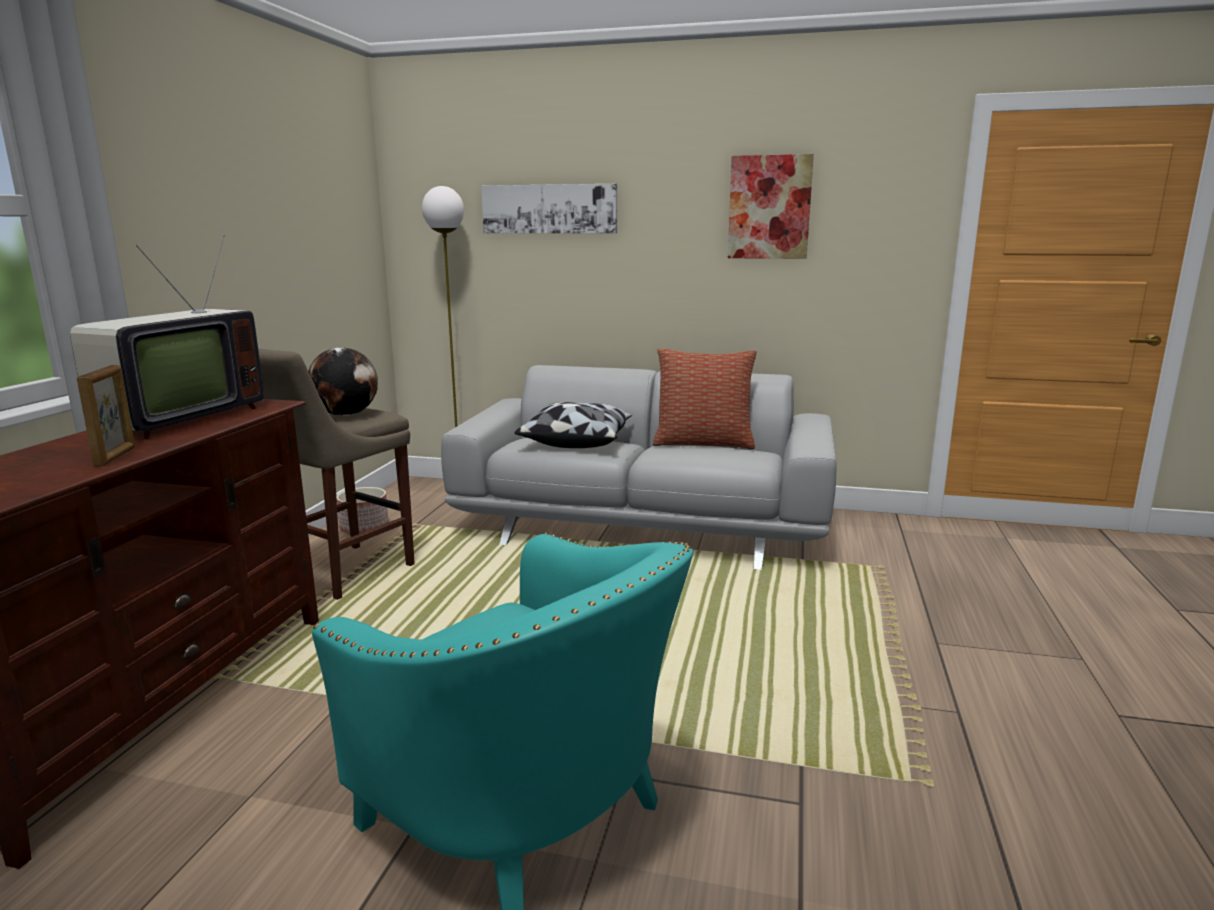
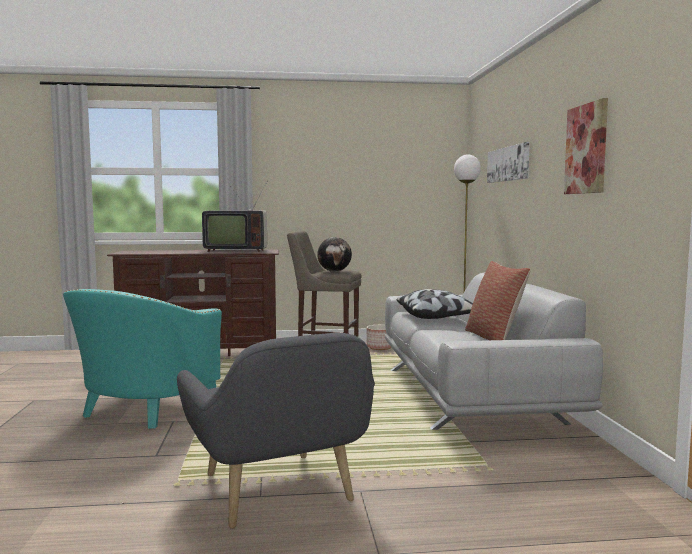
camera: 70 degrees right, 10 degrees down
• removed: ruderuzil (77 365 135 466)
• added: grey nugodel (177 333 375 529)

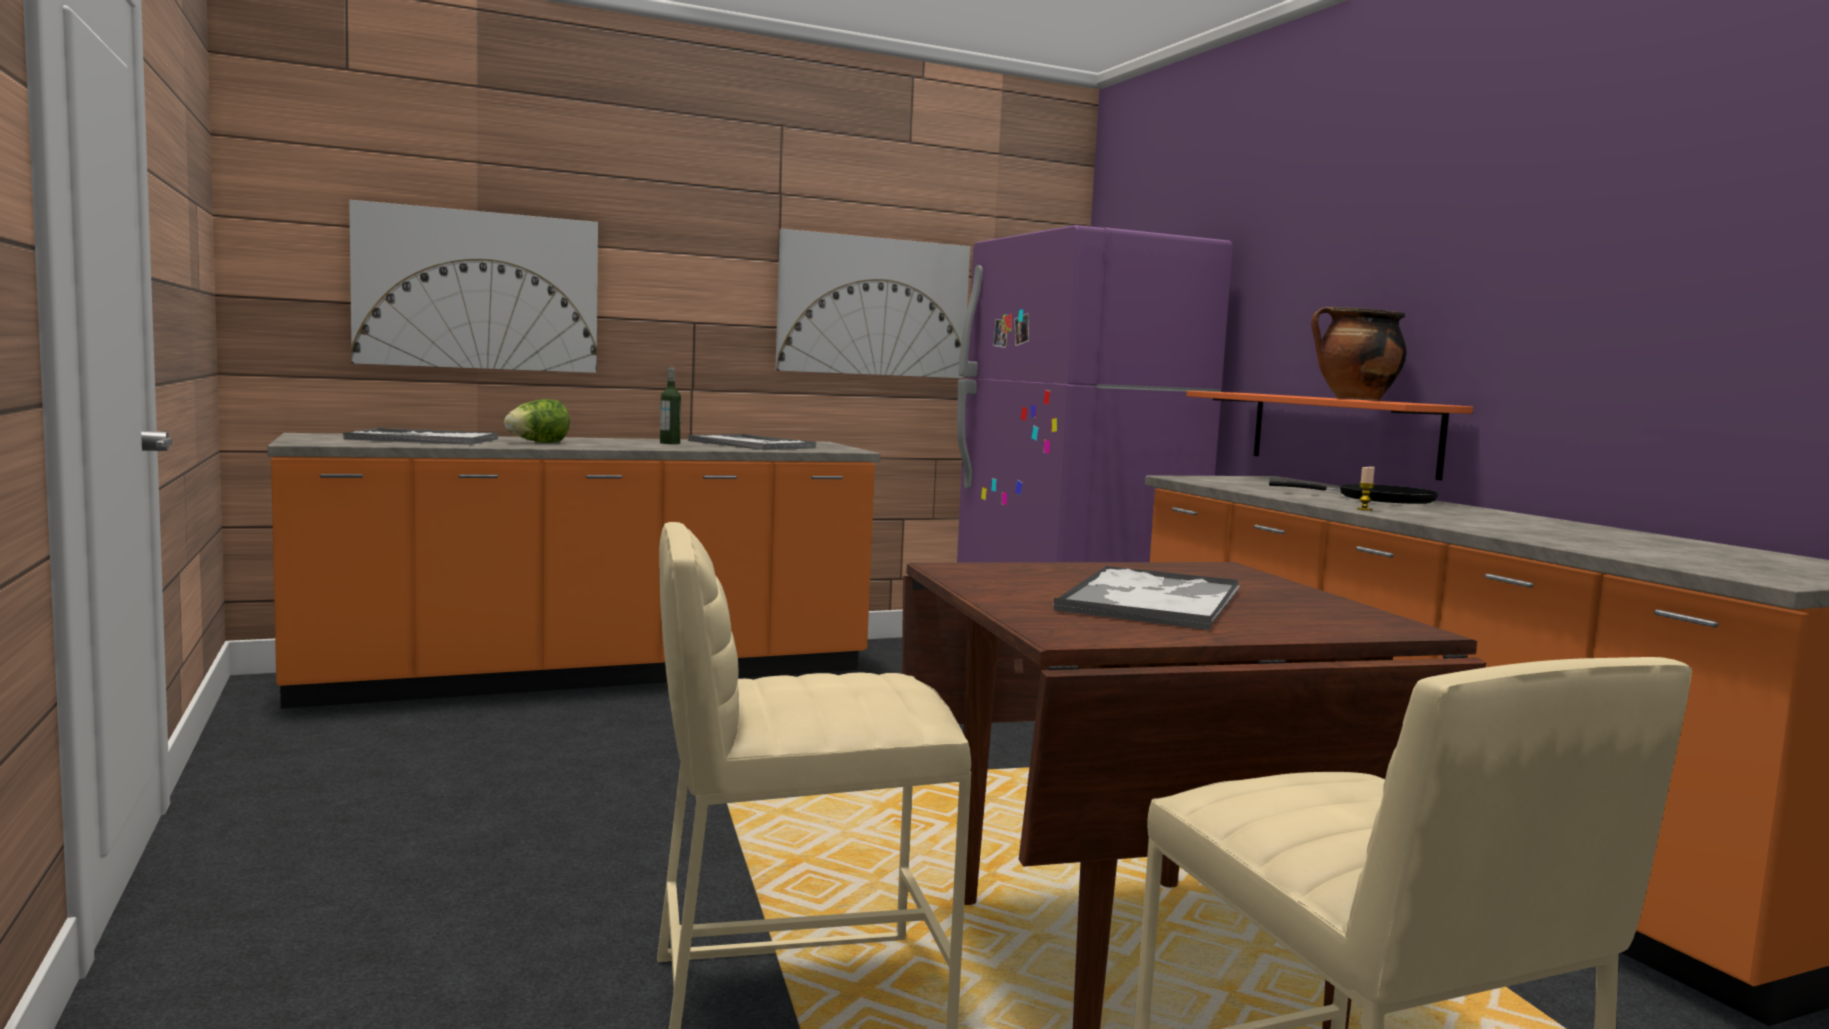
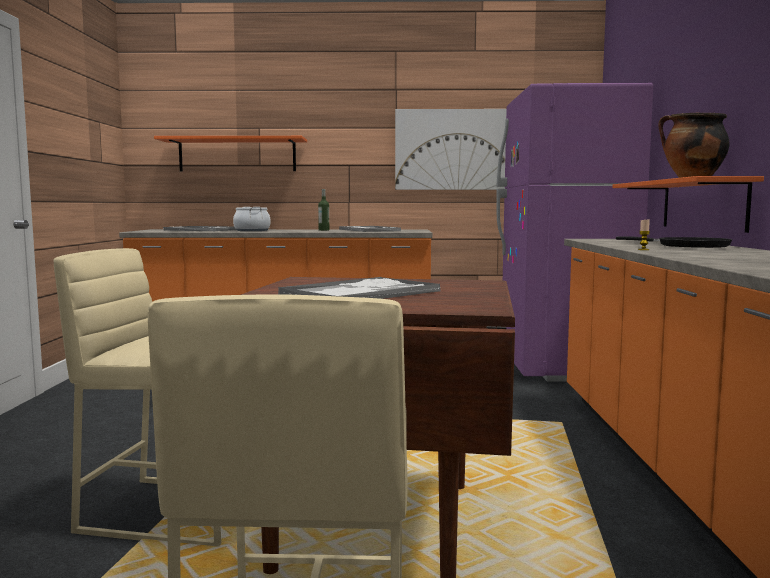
camera: 25 degrees right, 0 degrees up
• replaced: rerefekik (349 200 598 373) to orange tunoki (154 136 307 171)
• replaced: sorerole (504 399 570 443) to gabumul (233 207 271 231)

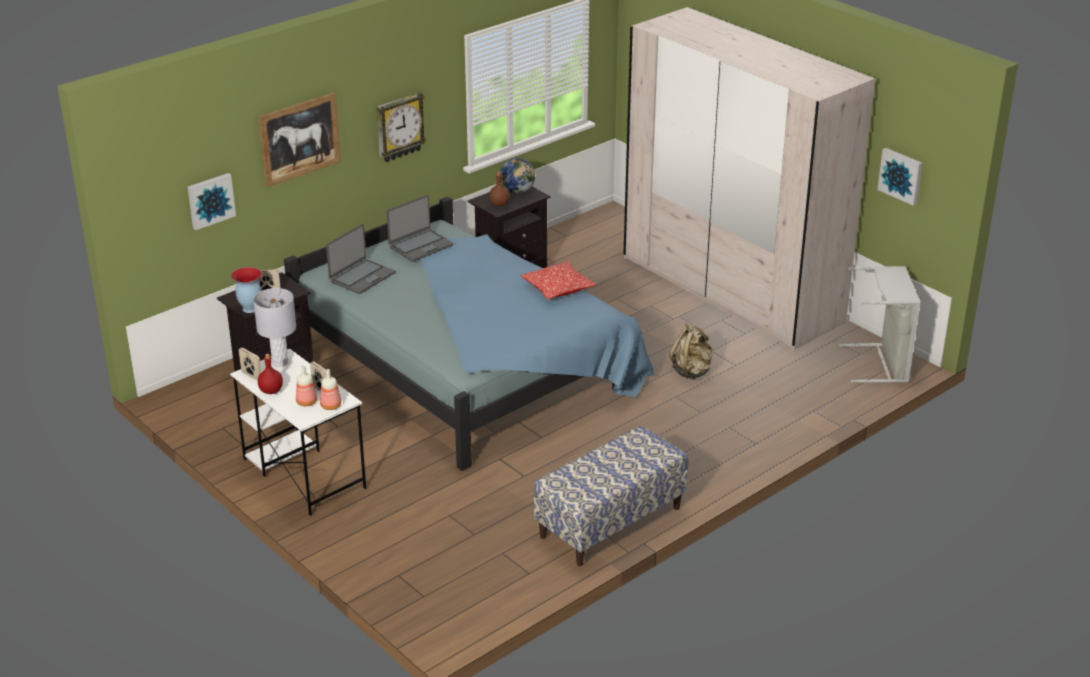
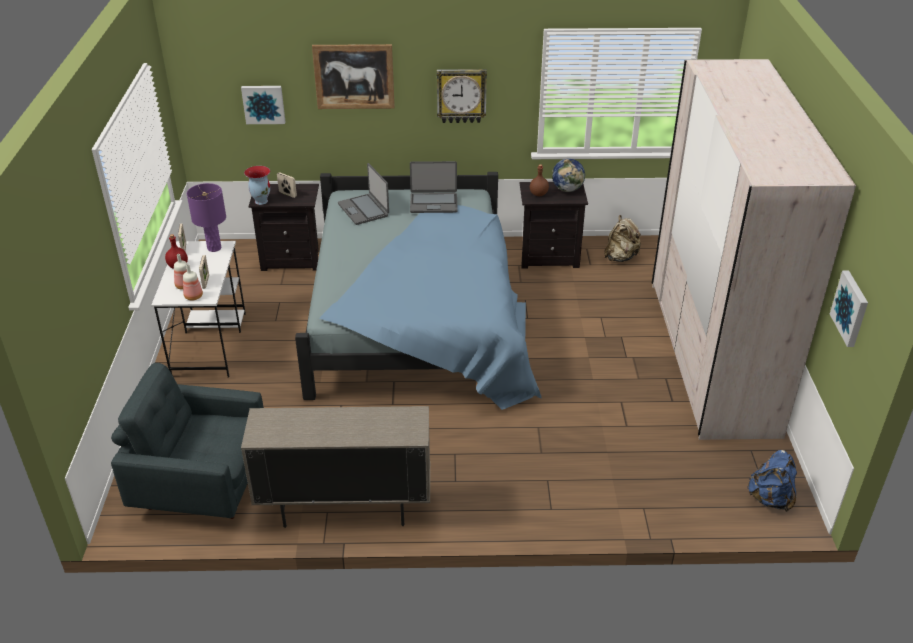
camera: 40 degrees right, 5 degrees up
• recoloured: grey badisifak (253 288 296 367) to purple badisifak (187 183 226 252)
• turned: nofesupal (326 224 395 294) = (338 163 389 225) 75 degrees clockwise
• removed: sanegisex (521 261 596 300)
• replaced: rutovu (534 426 688 566) to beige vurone (241 406 430 528)
• moved: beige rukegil (669 323 712 379) to (604 215 642 262)
• replaced: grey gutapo (839 266 921 383) to blue rukegil (747 450 797 512)
• added: grey nugodel (111 363 264 519)

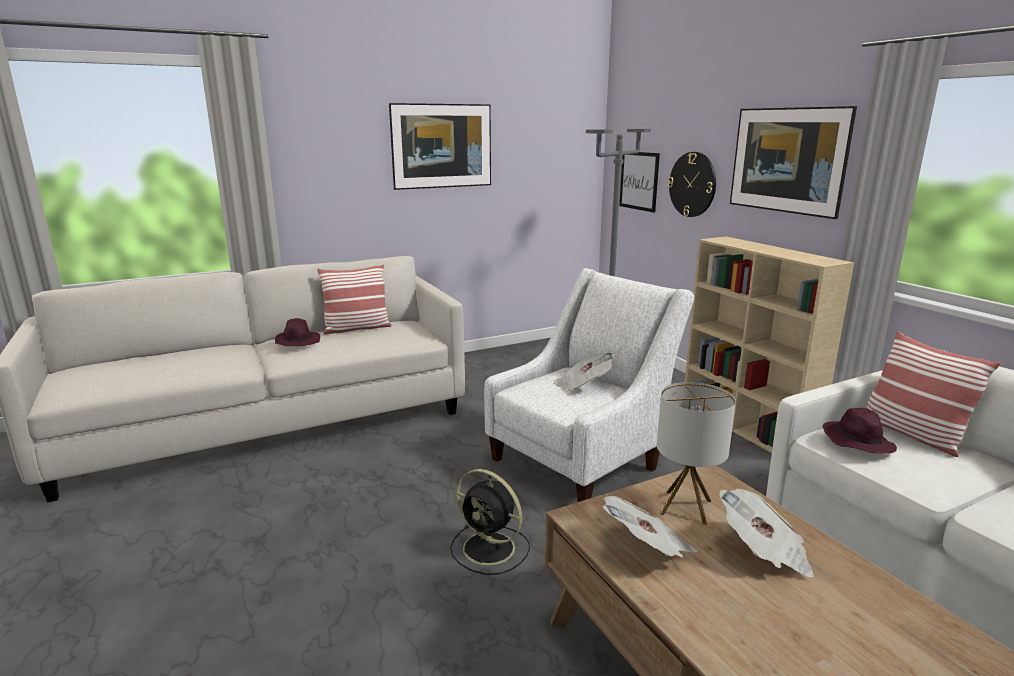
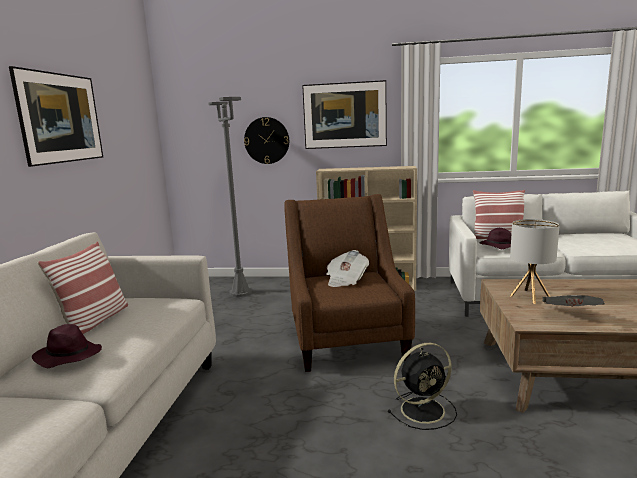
camera: 55 degrees left, 5 degrees down
• recoloured: white nugodel (484 268 694 502) to brown nugodel (284 194 415 372)
• removed: rerefekik (619 152 660 213)
• removed: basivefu (719 489 814 578)

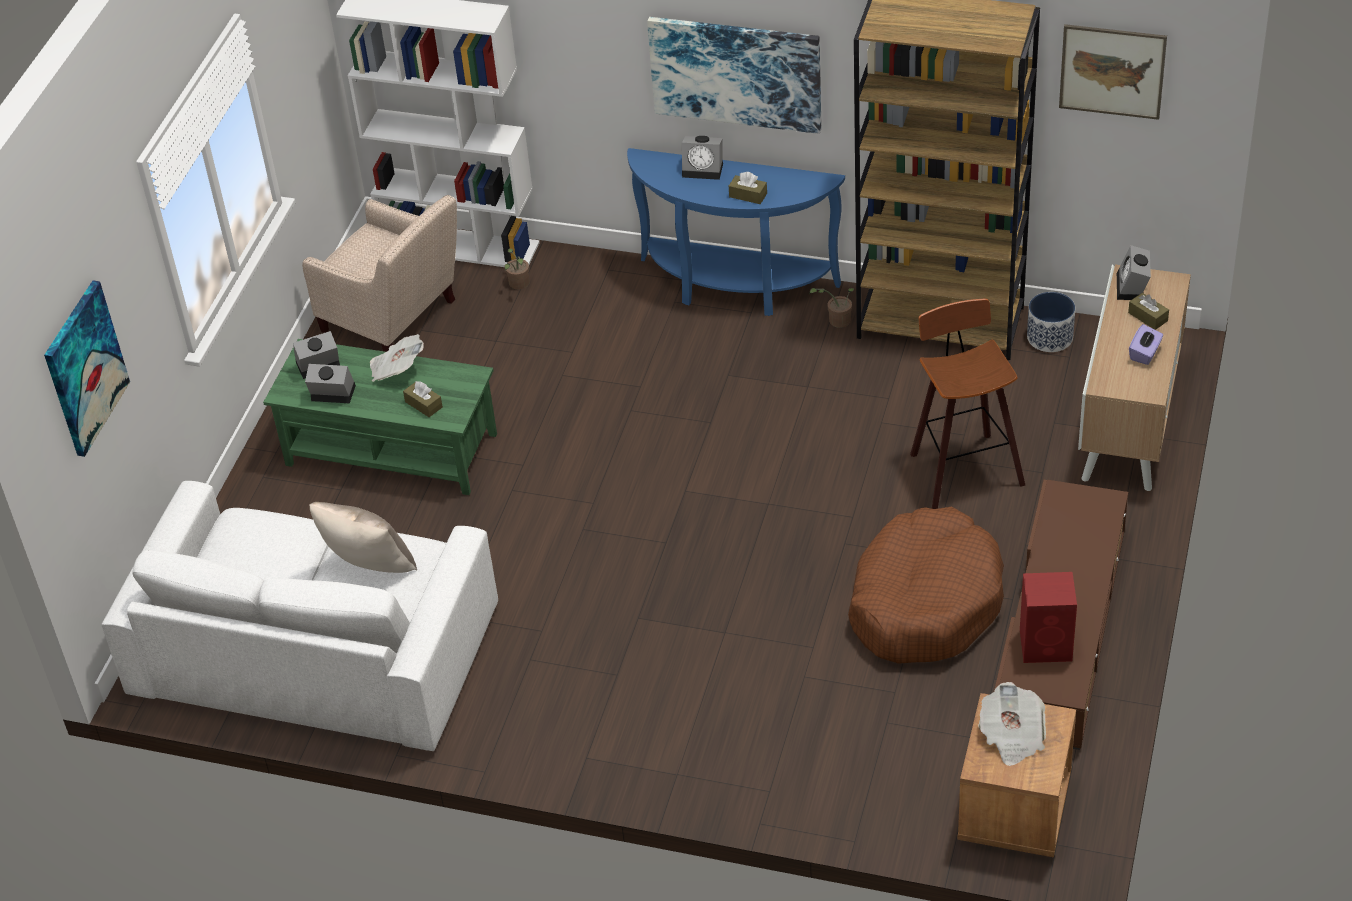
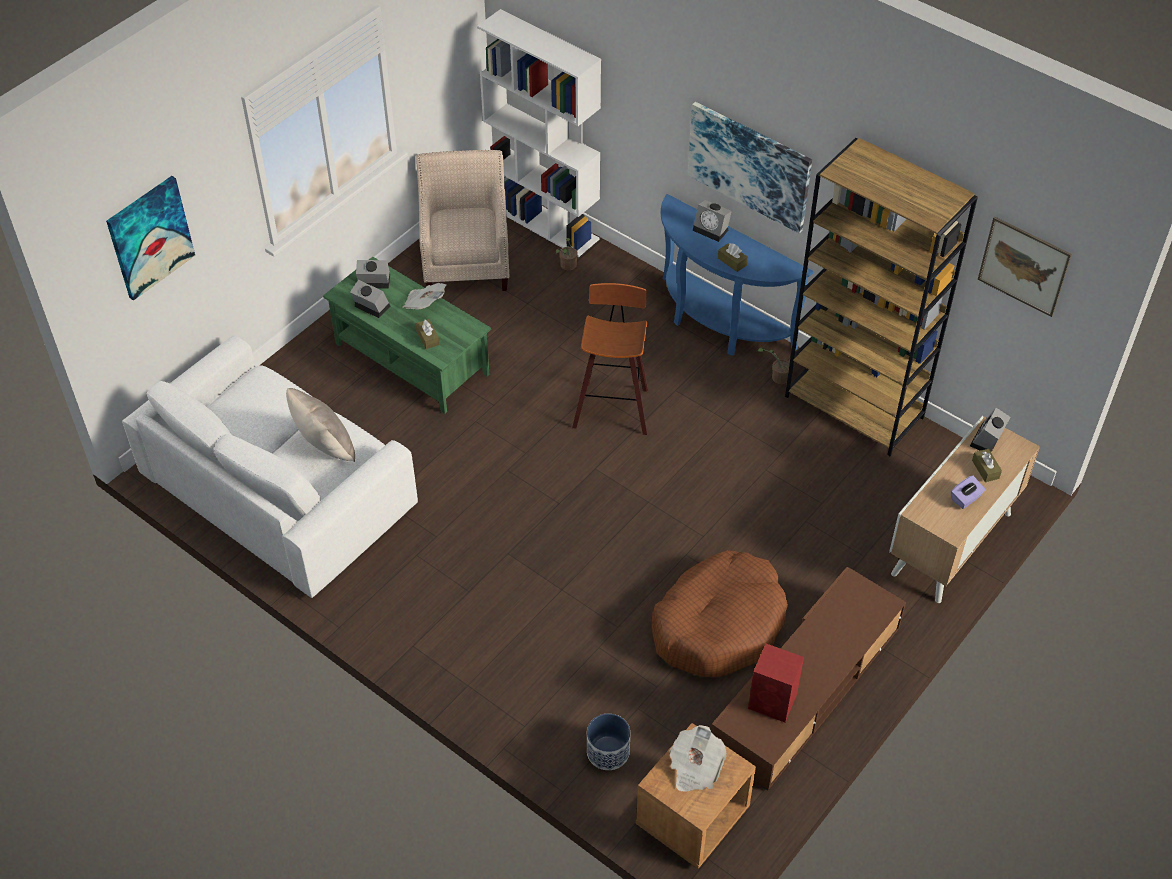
camera: 20 degrees right, 5 degrees up
• turned: beige nugodel (302 195 457 352) = (416 150 509 291) 150 degrees counterclockwise
• moved: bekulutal (910 299 1025 509) to (572 283 648 435)
• moved: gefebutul (1027 292 1075 352) to (587 714 630 770)

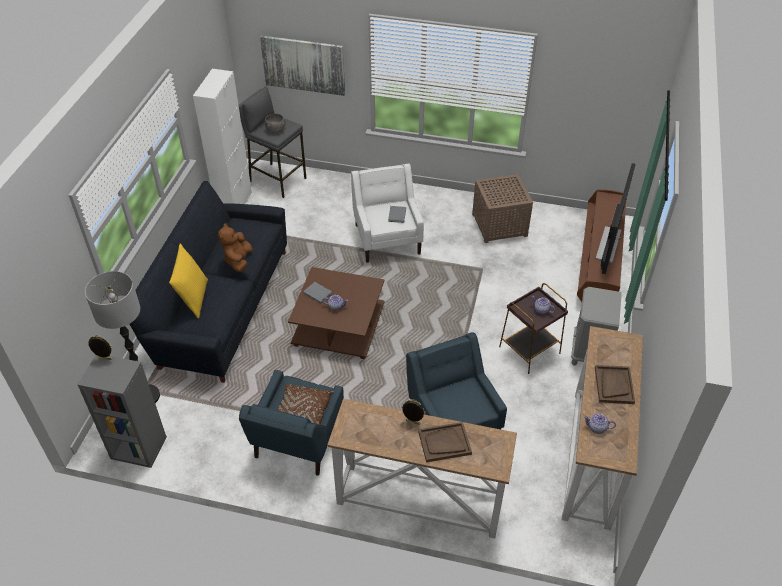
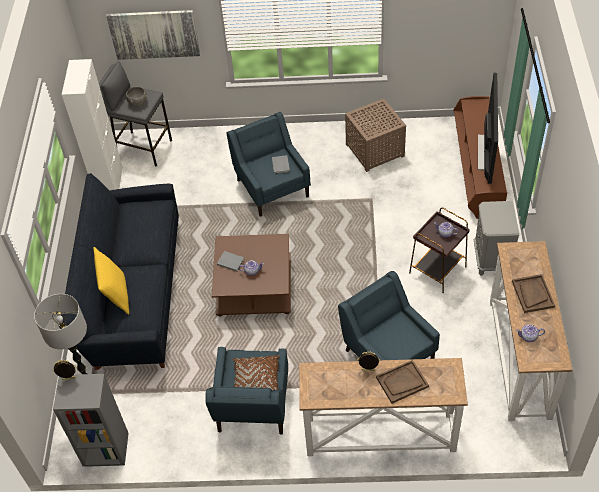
camera: 10 degrees left, 5 degrees up
• removed: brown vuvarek (218 223 253 272)
• recoloured: white nugodel (351 163 424 263) to blue nugodel (227 112 311 217)

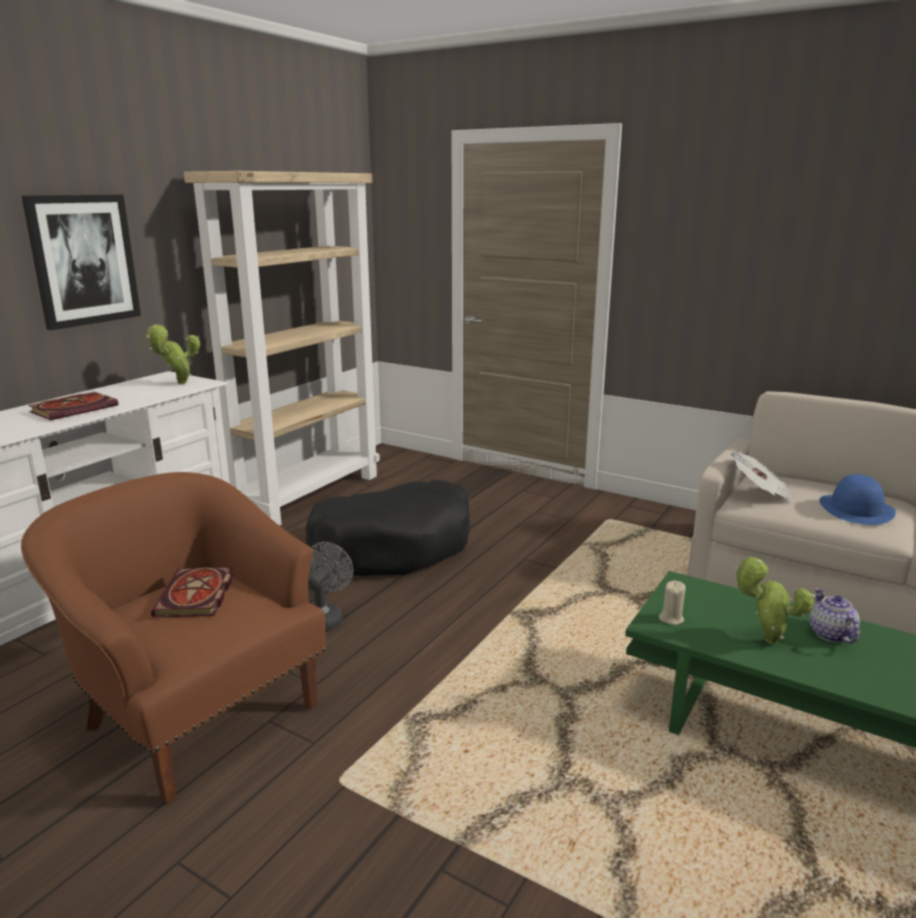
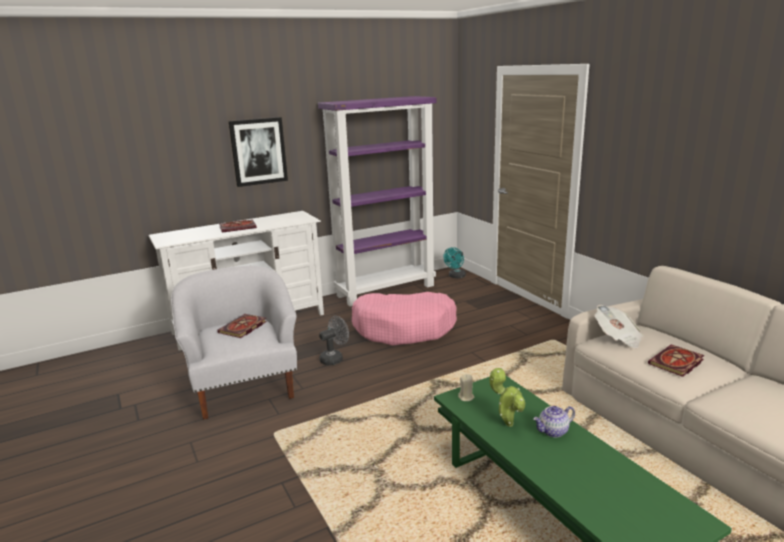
camera: 30 degrees right, 0 degrees up
• recoloured: brown nugodel (21 472 326 804) to white nugodel (171 266 298 419)
• removed: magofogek (146 324 200 384)
• recoloured: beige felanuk (184 171 380 526) to purple felanuk (318 96 437 307)
• recoloured: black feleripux (305 480 470 576) to pink feleripux (352 292 457 346)
• turned: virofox (809 588 860 643) = (533 406 575 437) 135 degrees counterclockwise
• replaced: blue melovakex (819 474 896 525) to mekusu (648 344 705 377)
• added: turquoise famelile (443 247 466 278)

